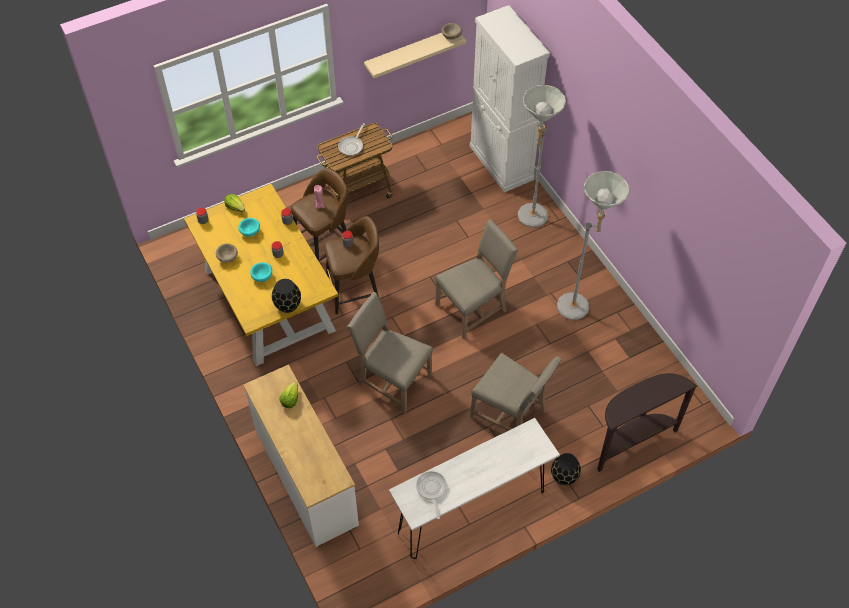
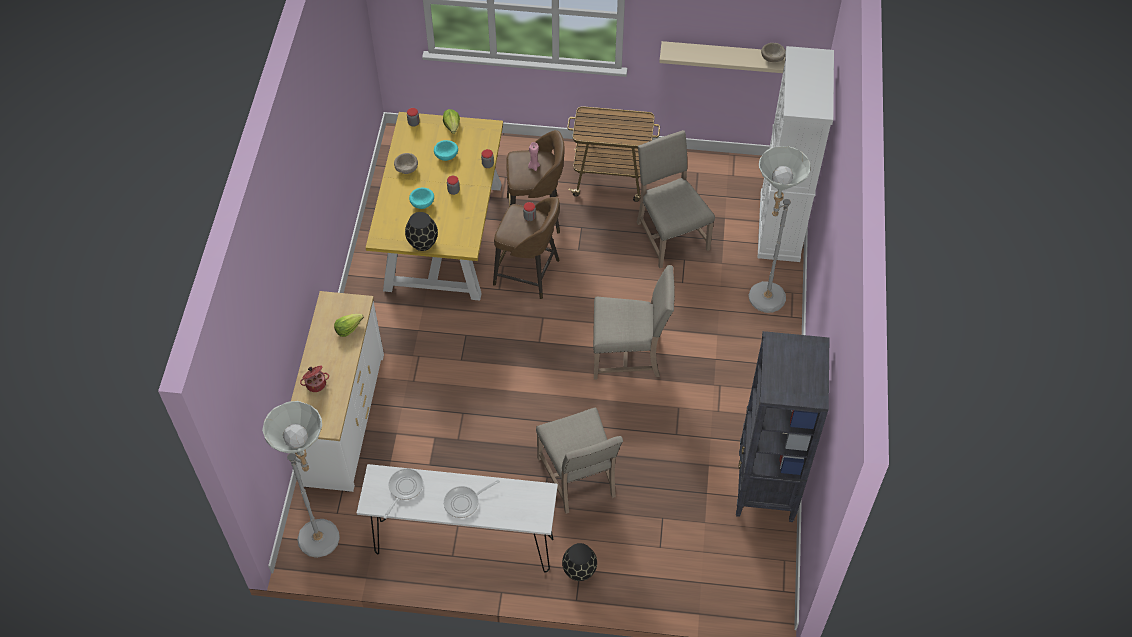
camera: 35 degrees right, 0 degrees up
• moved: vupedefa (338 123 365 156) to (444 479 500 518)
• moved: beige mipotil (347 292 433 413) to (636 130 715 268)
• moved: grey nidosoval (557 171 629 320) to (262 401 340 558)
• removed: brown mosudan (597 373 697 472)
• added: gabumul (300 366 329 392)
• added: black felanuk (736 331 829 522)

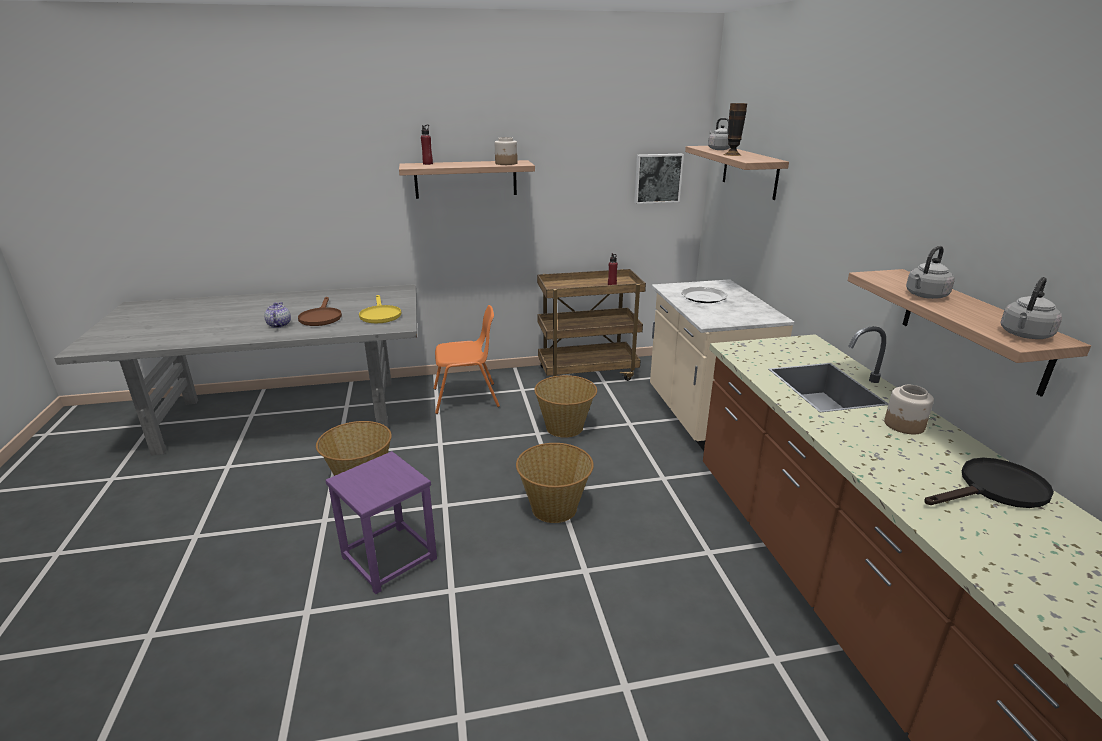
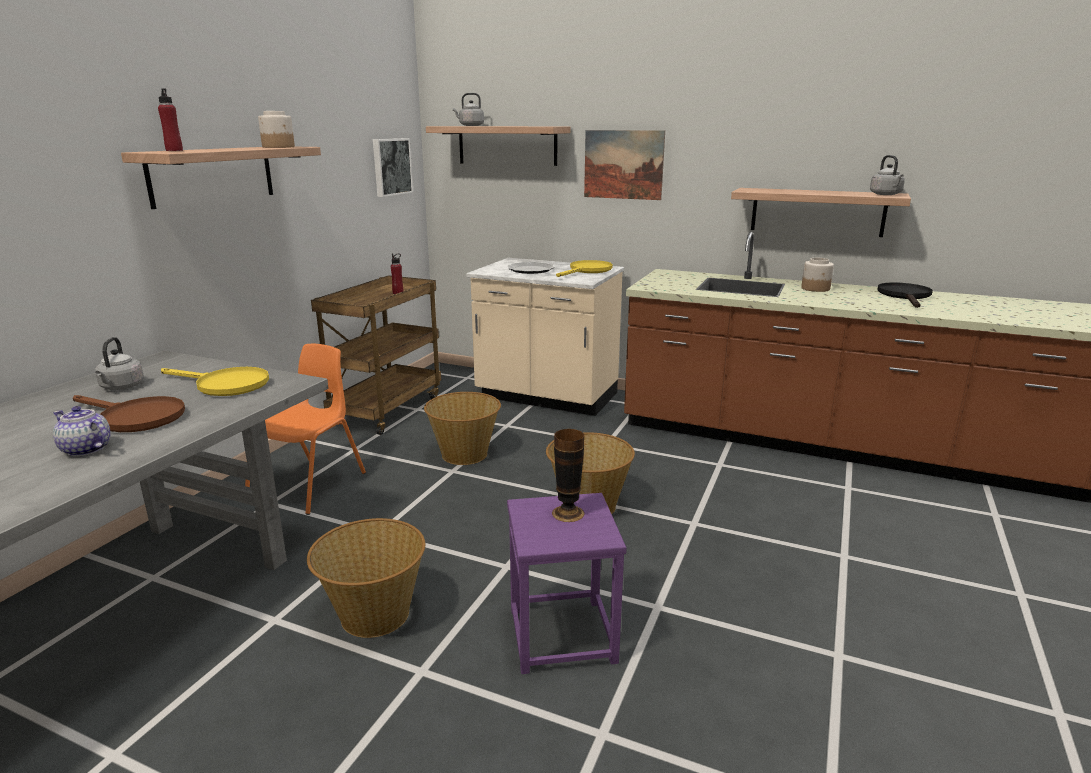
camera: 55 degrees left, 5 degrees down
• moved: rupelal (724 103 747 156) to (552 429 585 522)
• moved: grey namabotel (906 246 955 299) to (95 337 144 390)
• added: yellow vupedefa (556 260 613 277)
• added: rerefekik (584 130 665 200)

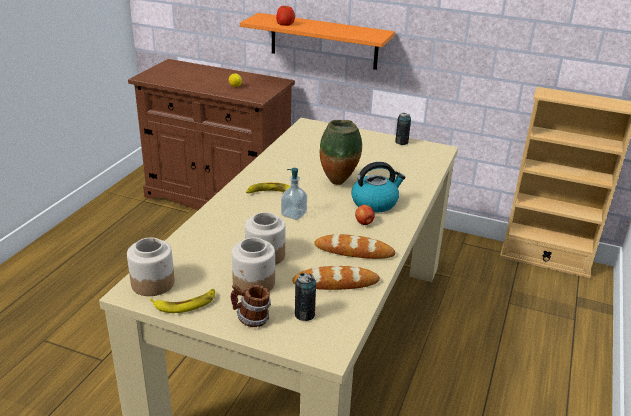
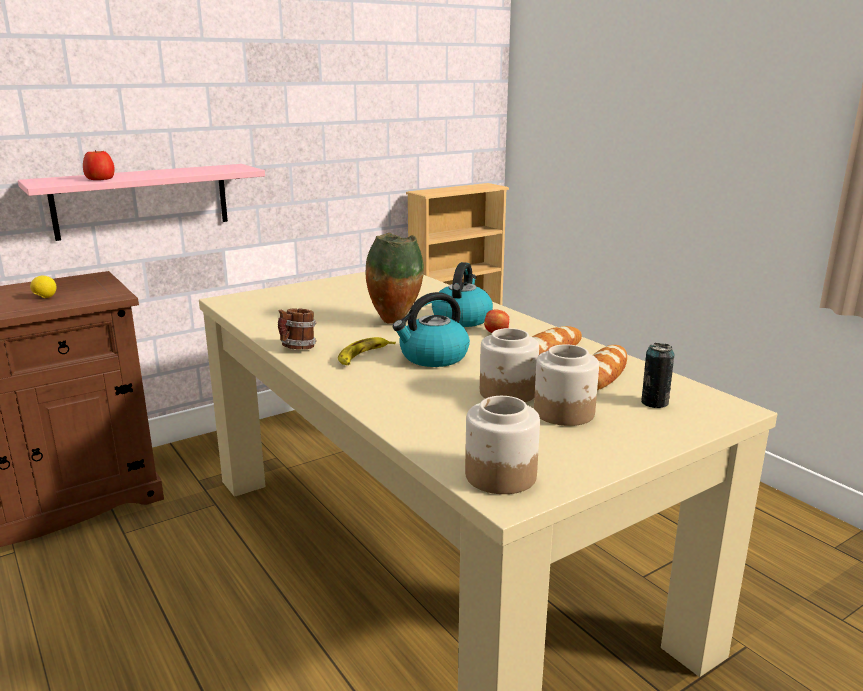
camera: 55 degrees left, 10 degrees down
• removed: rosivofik (150 289 215 313)
• moved: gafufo (231 284 271 327) to (278 308 317 349)
• recoloured: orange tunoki (240 13 395 70) to pink tunoki (18 164 265 241)
• replaced: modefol (281 168 307 220) to namabotel (393 292 470 367)
• removed: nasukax (395 113 411 145)

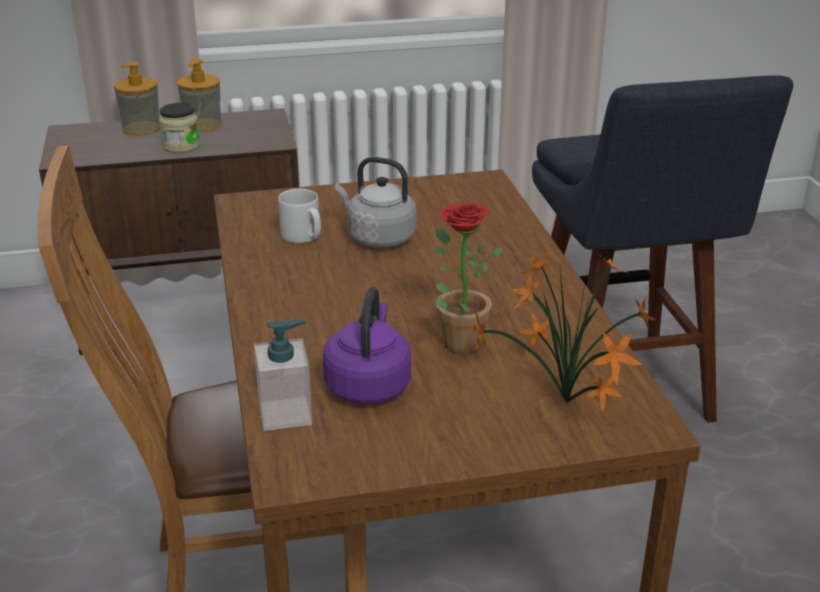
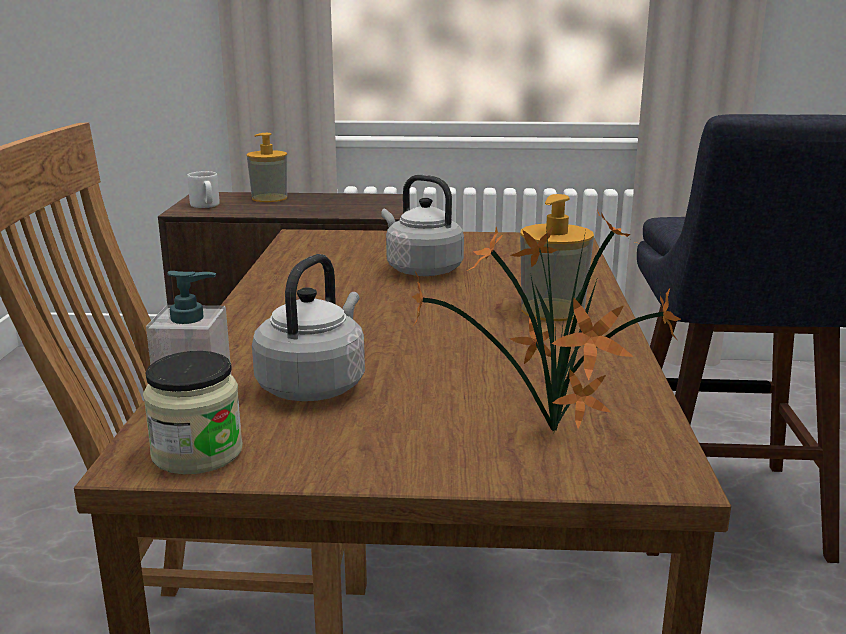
camera: 15 degrees right, 10 degrees down
• moved: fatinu (159 103 200 153) to (143 351 243 474)
• moved: modefol (177 58 221 133) to (520 194 594 321)
• moved: grey gafufo (278 189 321 243) to (187 171 220 208)
• recoloured: purple namabotel (323 287 411 404) to grey namabotel (252 254 365 401)
• removed: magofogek (435 203 503 355)

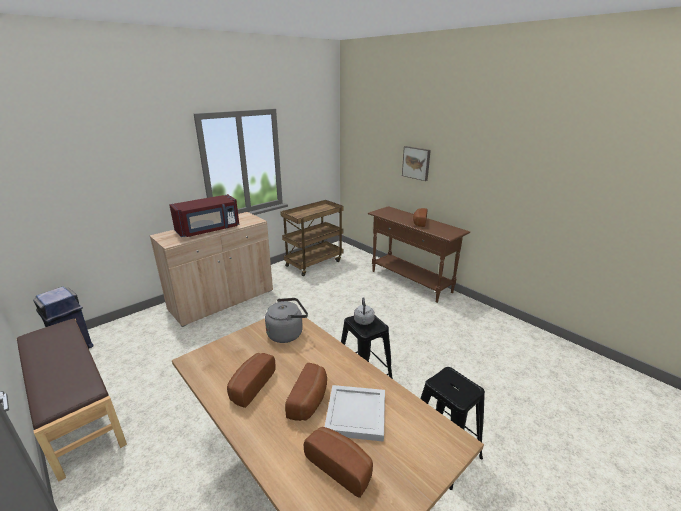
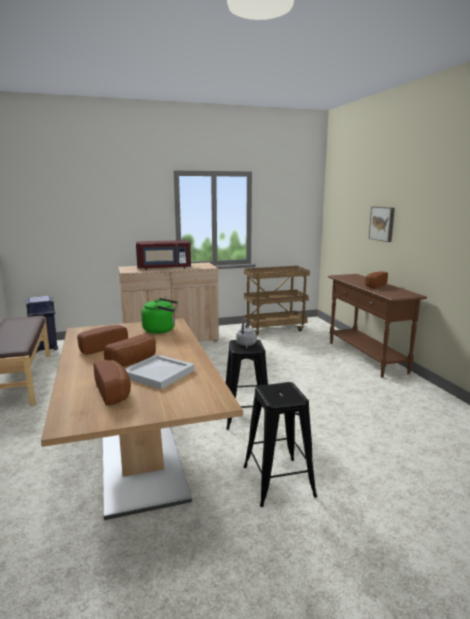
camera: 25 degrees right, 10 degrees down
• recoloured: grey namabotel (265 298 308 343) to green namabotel (141 298 178 334)

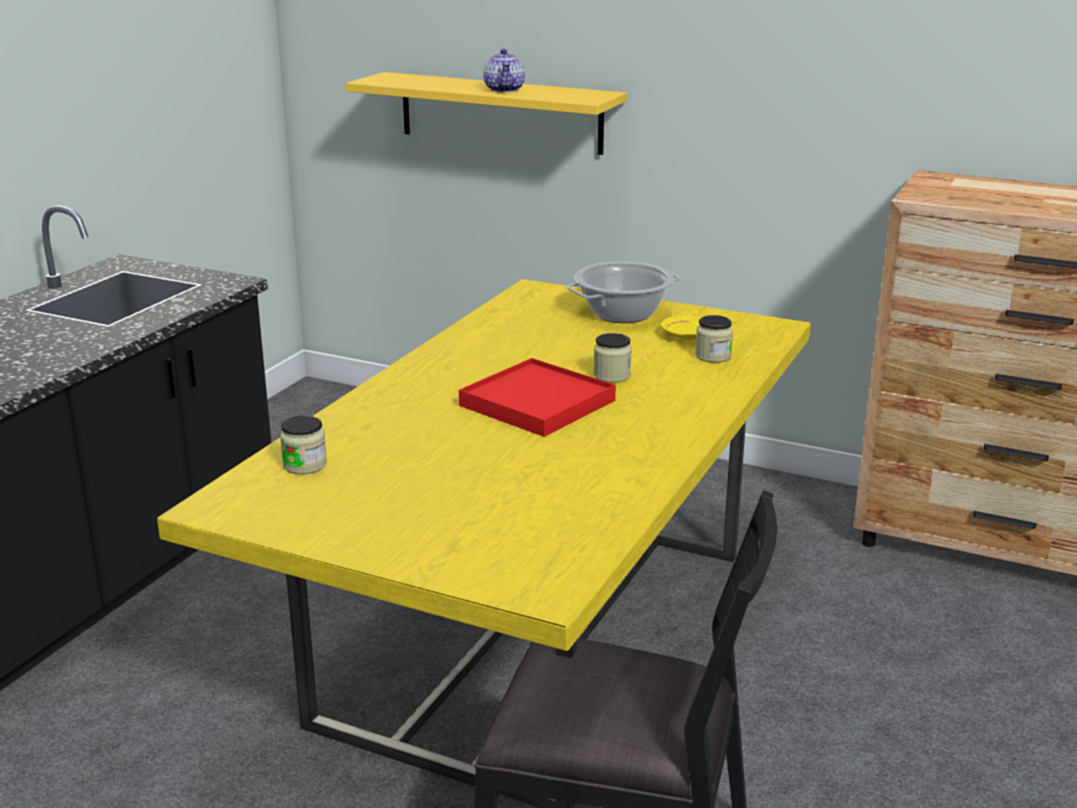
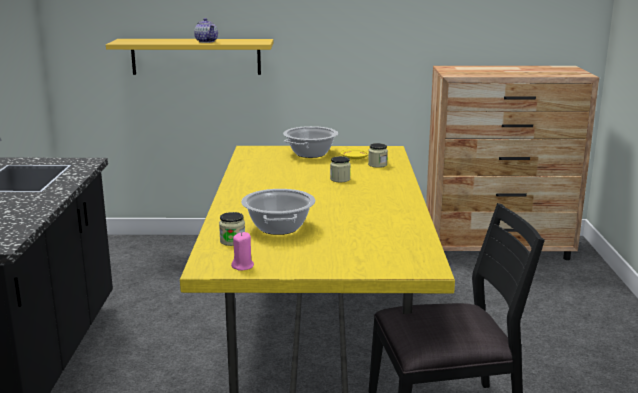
camera: 25 degrees left, 5 degrees down
• removed: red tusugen (459 358 616 437)
• added: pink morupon (231 232 254 271)
• added: gabumul (241 189 315 235)

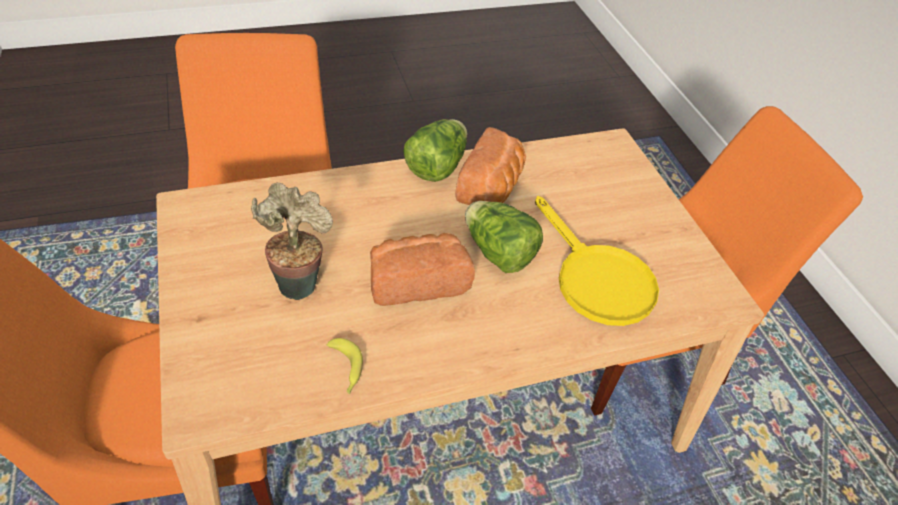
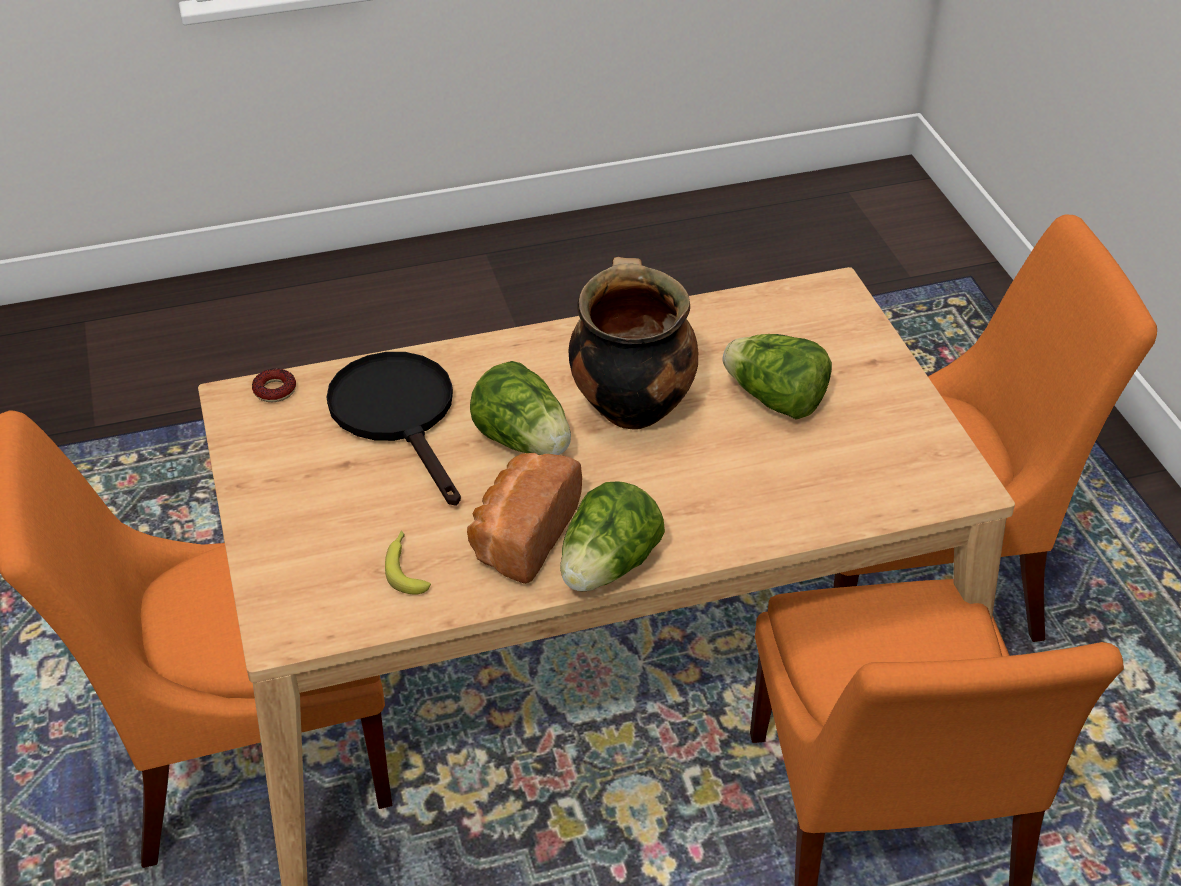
camera: 175 degrees left, 5 degrees down
• replaced: magofogek (251 183 333 300) to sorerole (722 334 832 420)
• moved: rosivofik (326 338 363 394) to (385 530 431 595)
• replaced: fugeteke (370 233 475 306) to gabumul (568 257 698 430)
• recoloured: yellow vupedefa (535 196 659 326) to black vupedefa (327 352 461 506)
• added: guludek (252 368 296 402)

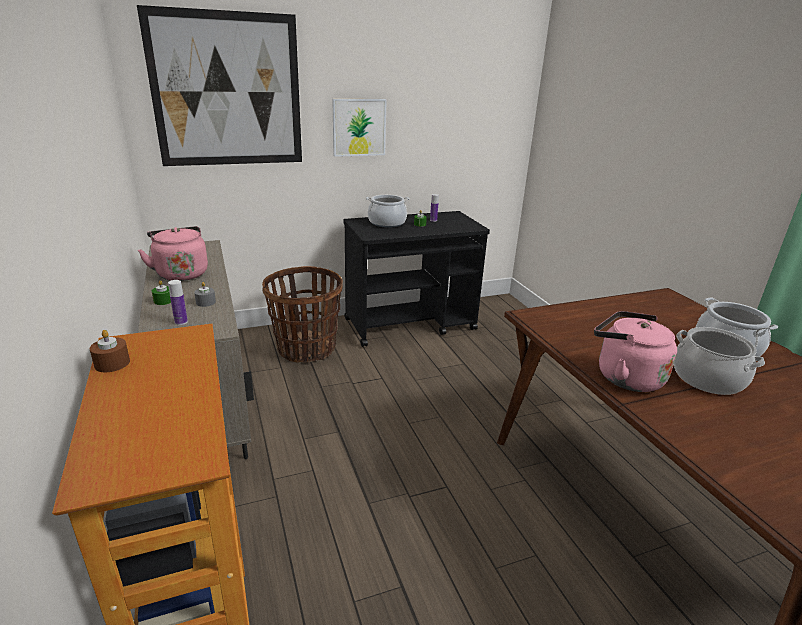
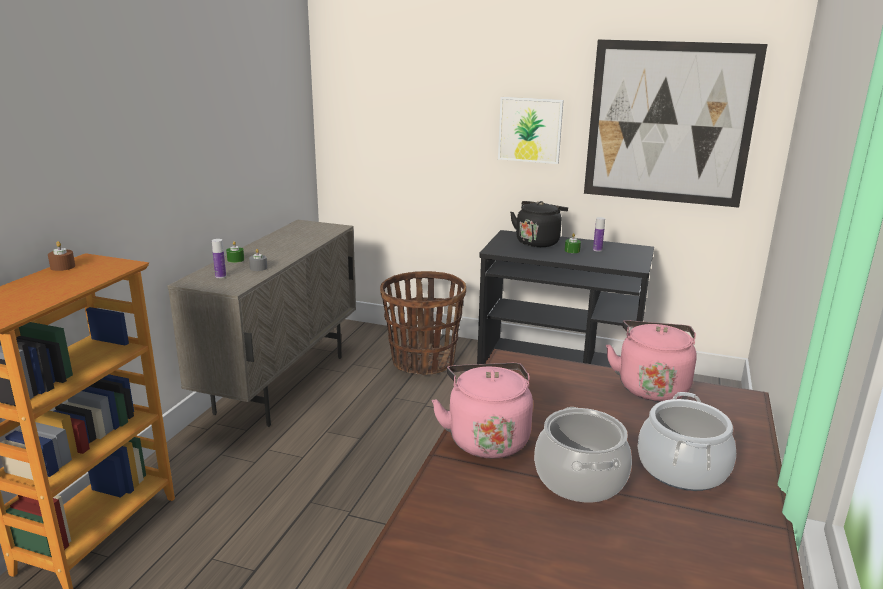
camera: 40 degrees right, 5 degrees down
• moved: rerefekik (137 5 302 166) to (584 39 768 208)
• moved: pink namabotel (138 226 208 281) to (606 320 697 402)
• replaced: gabumul (366 195 410 228) to black namabotel (510 201 568 247)

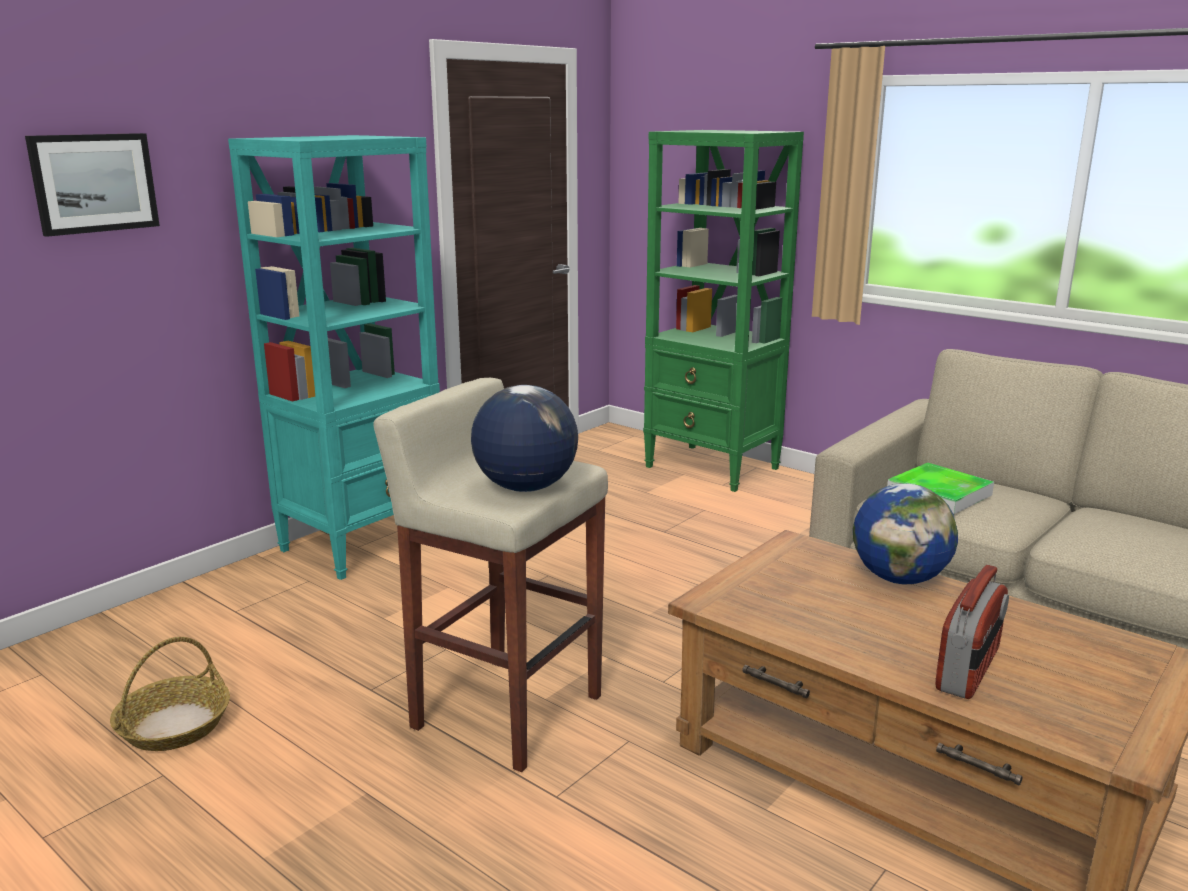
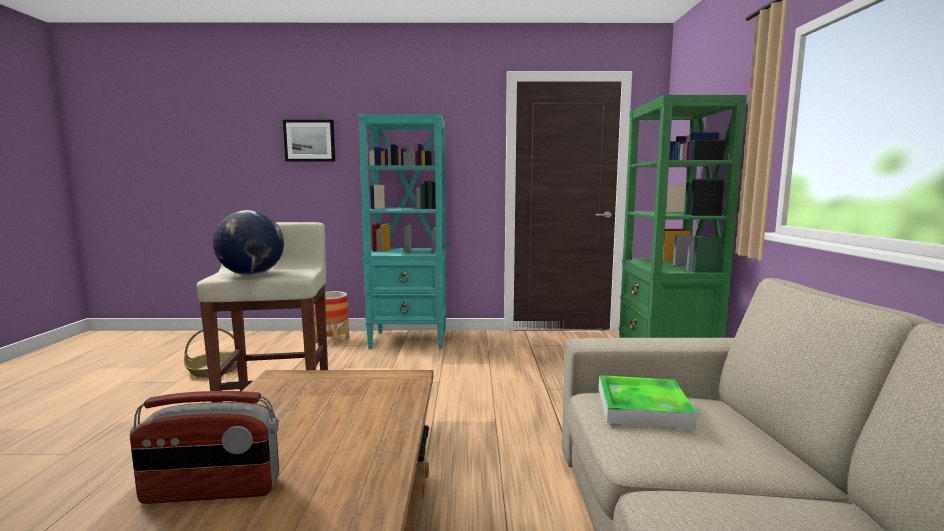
camera: 50 degrees right, 10 degrees down
• removed: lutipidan (853 483 958 585)
• added: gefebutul (314 291 349 345)

